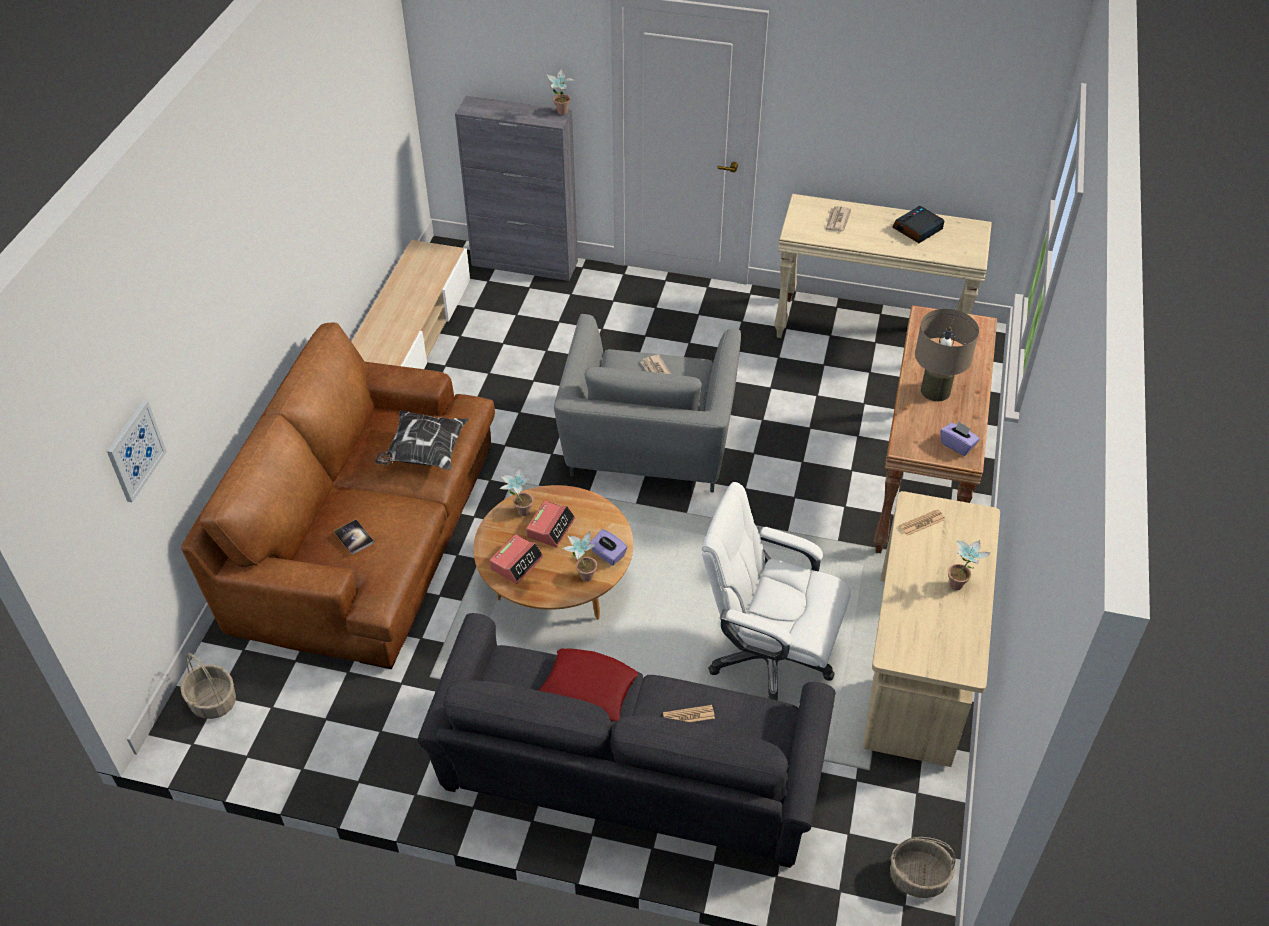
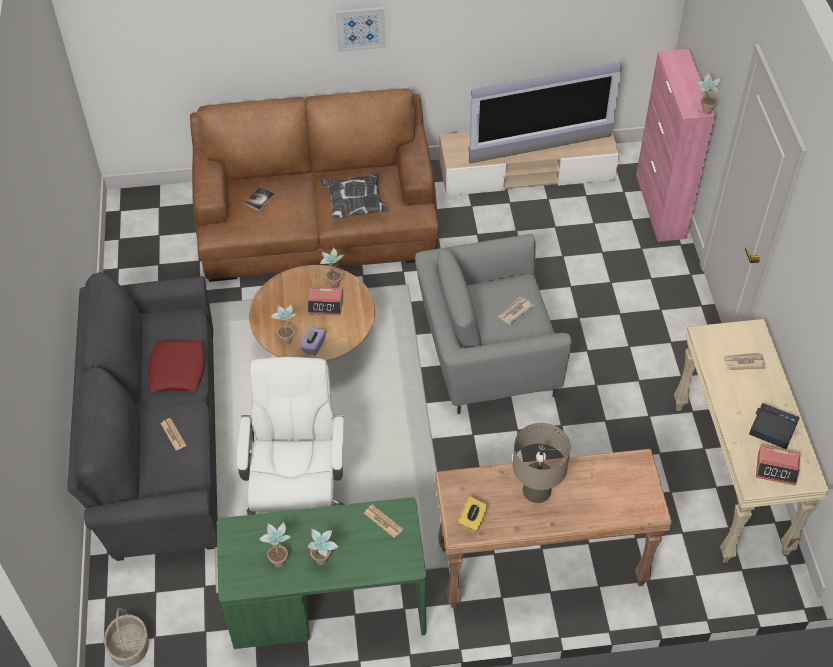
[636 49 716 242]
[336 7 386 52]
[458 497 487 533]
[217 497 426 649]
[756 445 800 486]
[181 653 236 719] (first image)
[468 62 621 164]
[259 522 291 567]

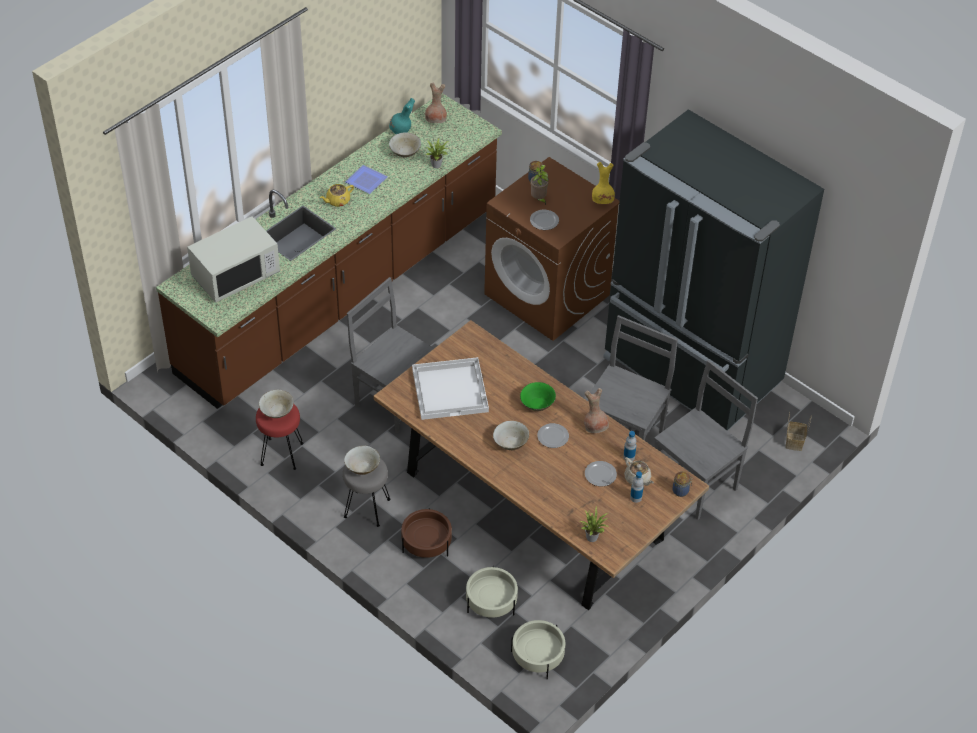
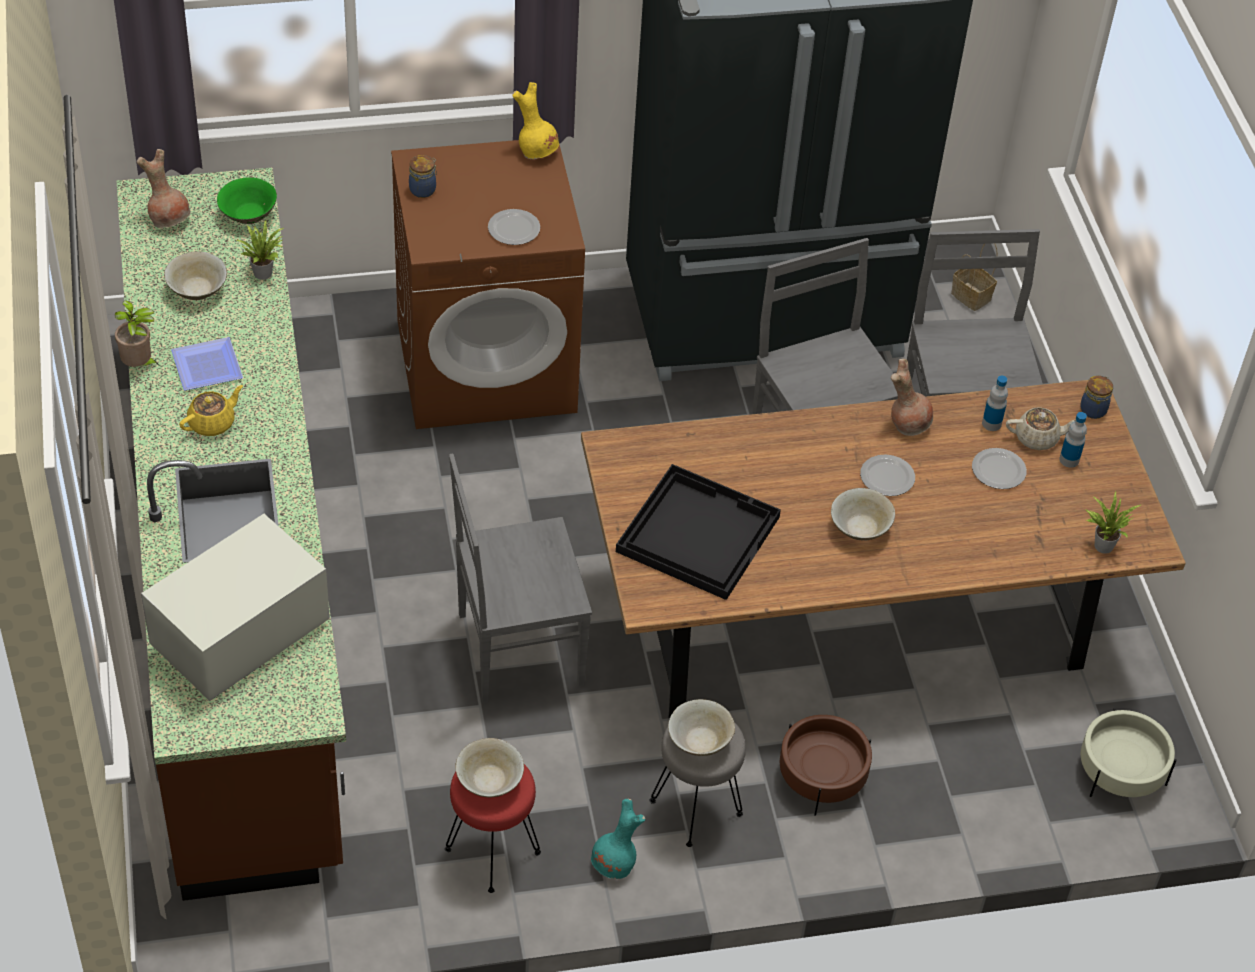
[591 799 645 879]
[115 300 159 367]
[179 385 243 436]
[141 514 330 701]
[616 464 781 600]
[217 177 277 224]
[466 566 518 618] (first image)

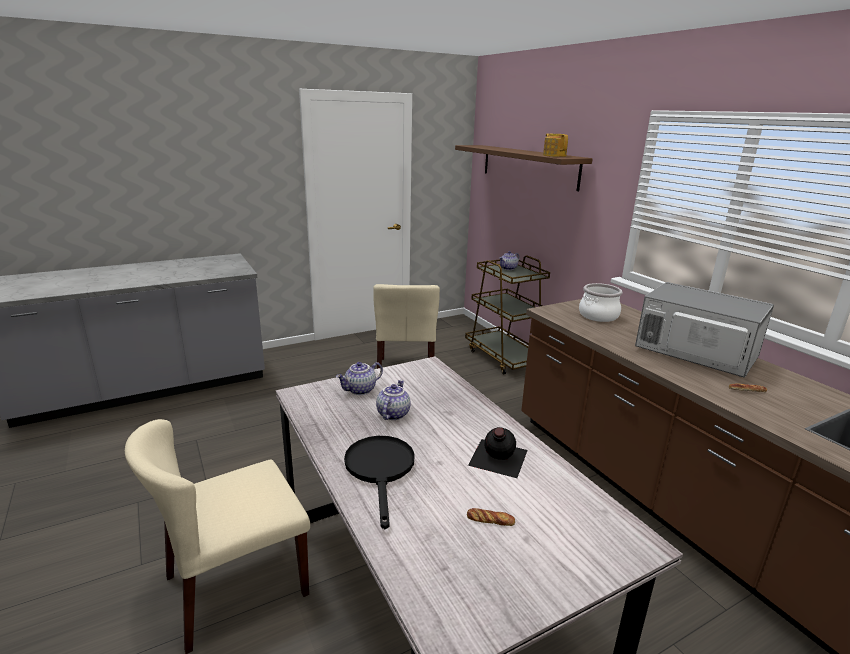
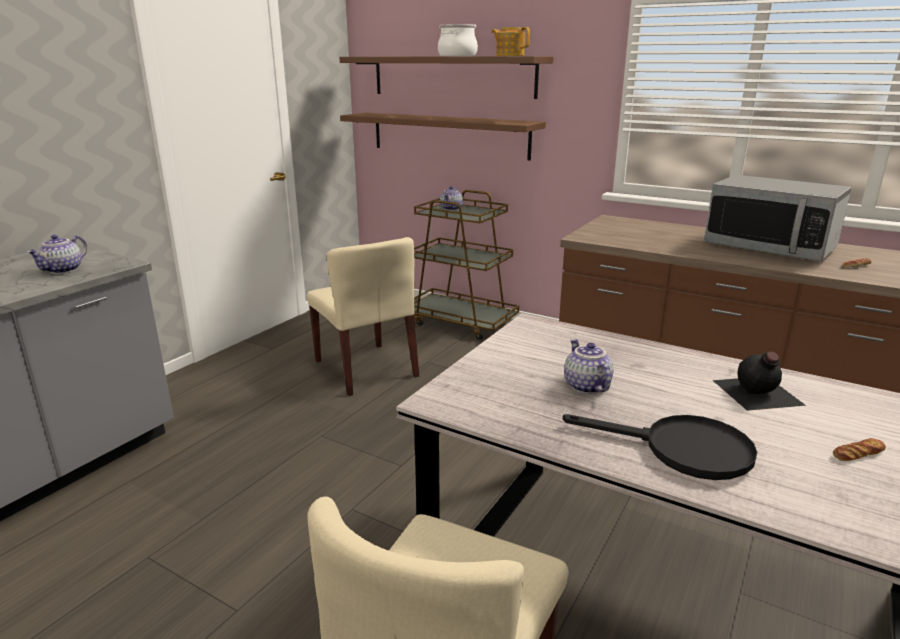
[704 175 852 262]
[438 24 478 56]
[27 235 87 274]
[563 414 758 480]
[340 113 546 161]

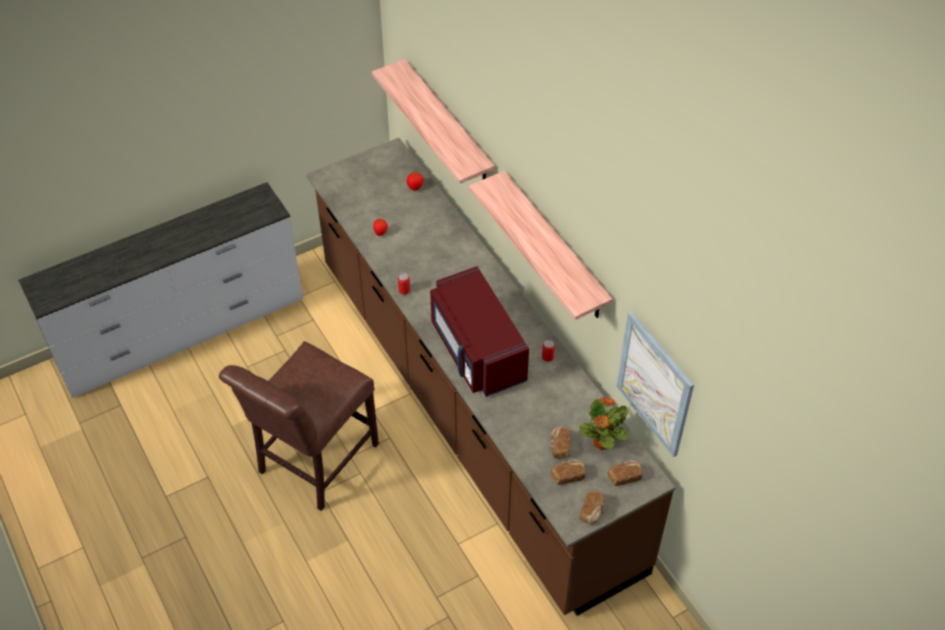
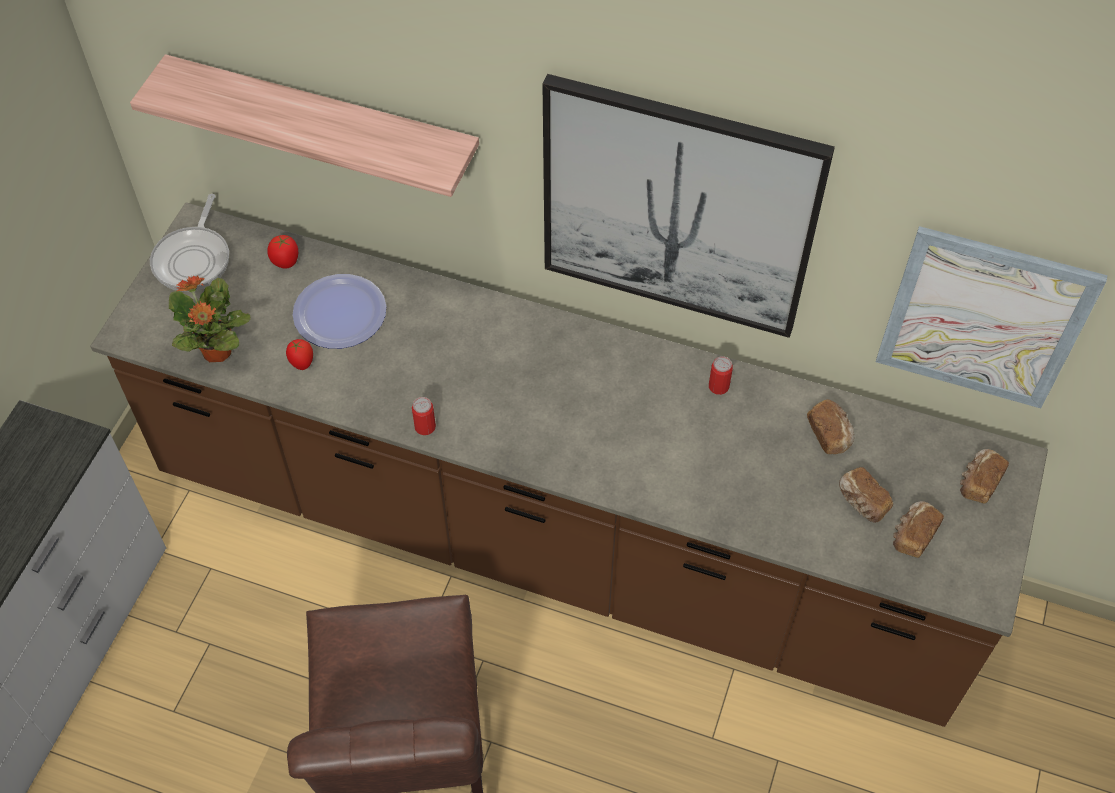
[542 74 835 338]
[430 266 529 397] (first image)
[169 276 251 362]
[807 399 854 454]
[150 194 229 292]
[293 274 386 349]

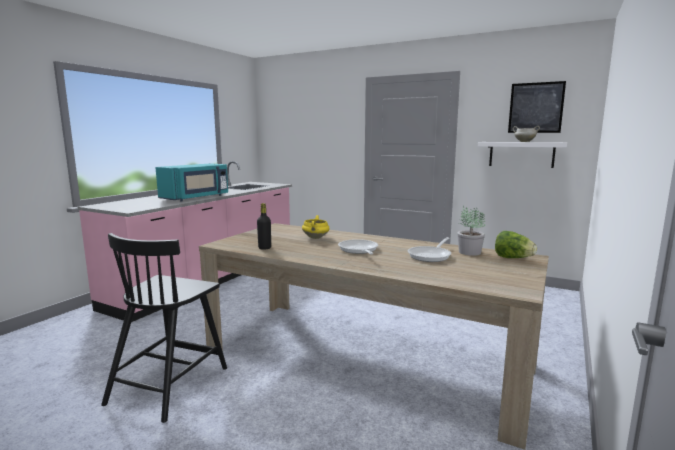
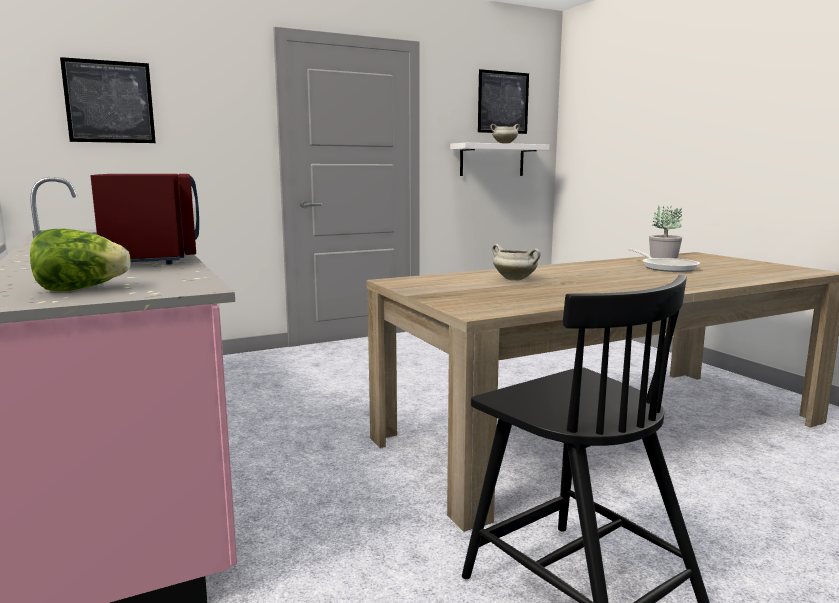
[91 174 199 264]
[257 203 271 250] (first image)
[492 244 541 280]
[30 229 131 291]
[338 239 378 254] (first image)
[60 57 156 143]

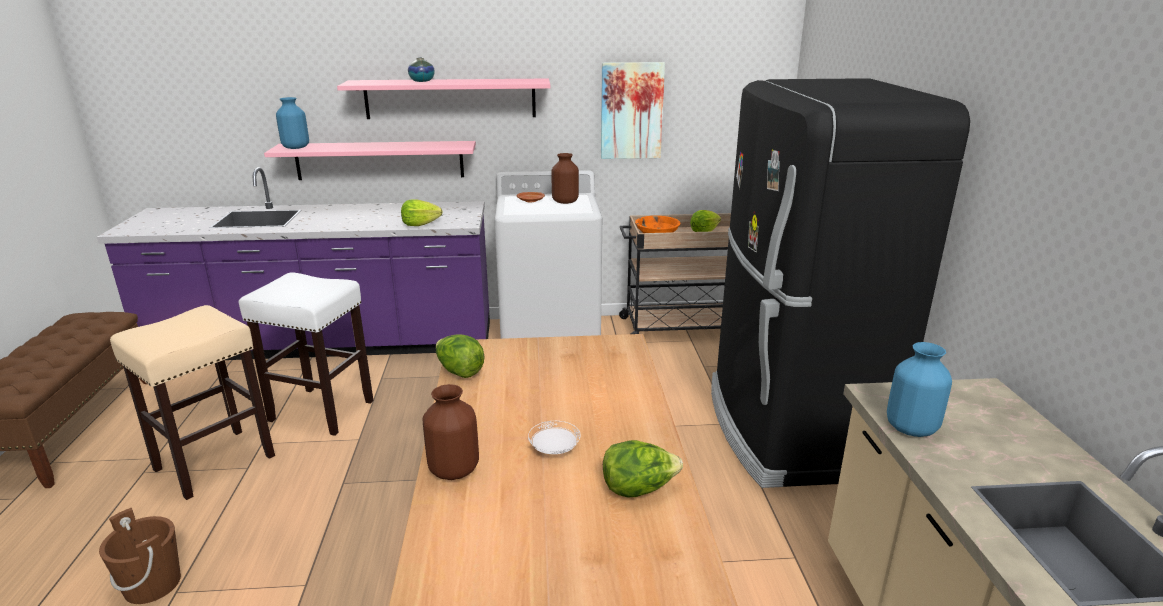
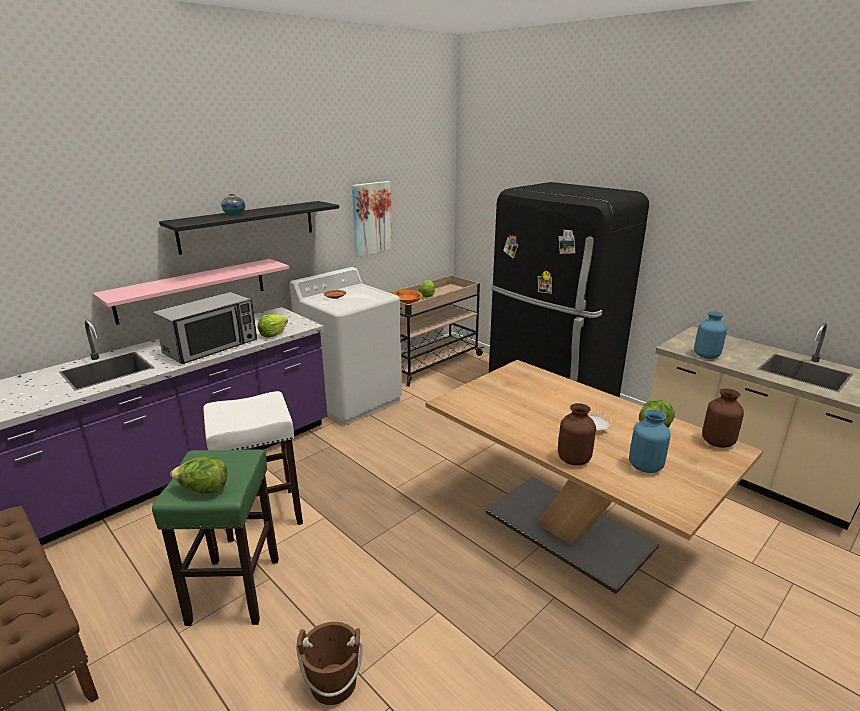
[159 201 339 255]
[629 409 670 473]
[702 388 744 448]
[152 449 279 626]
[170 456 227 493]
[154 292 257 364]

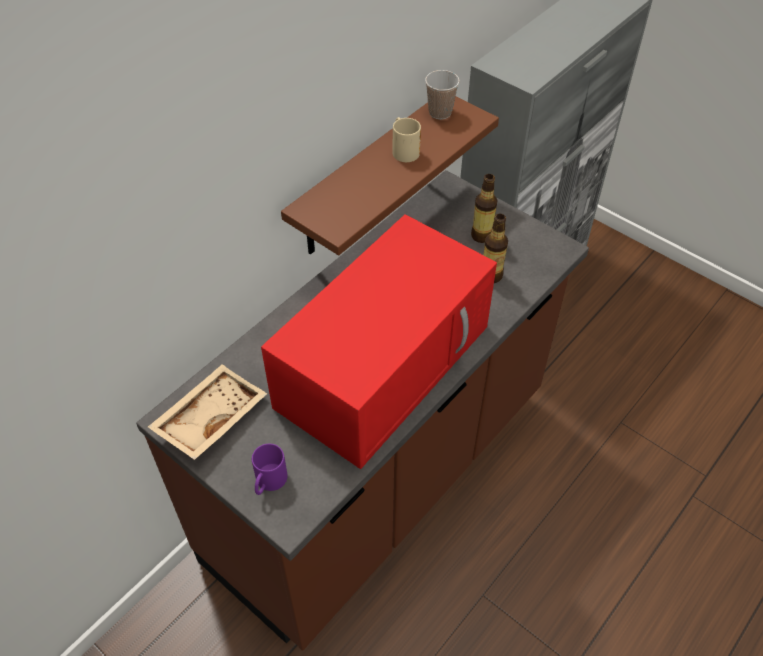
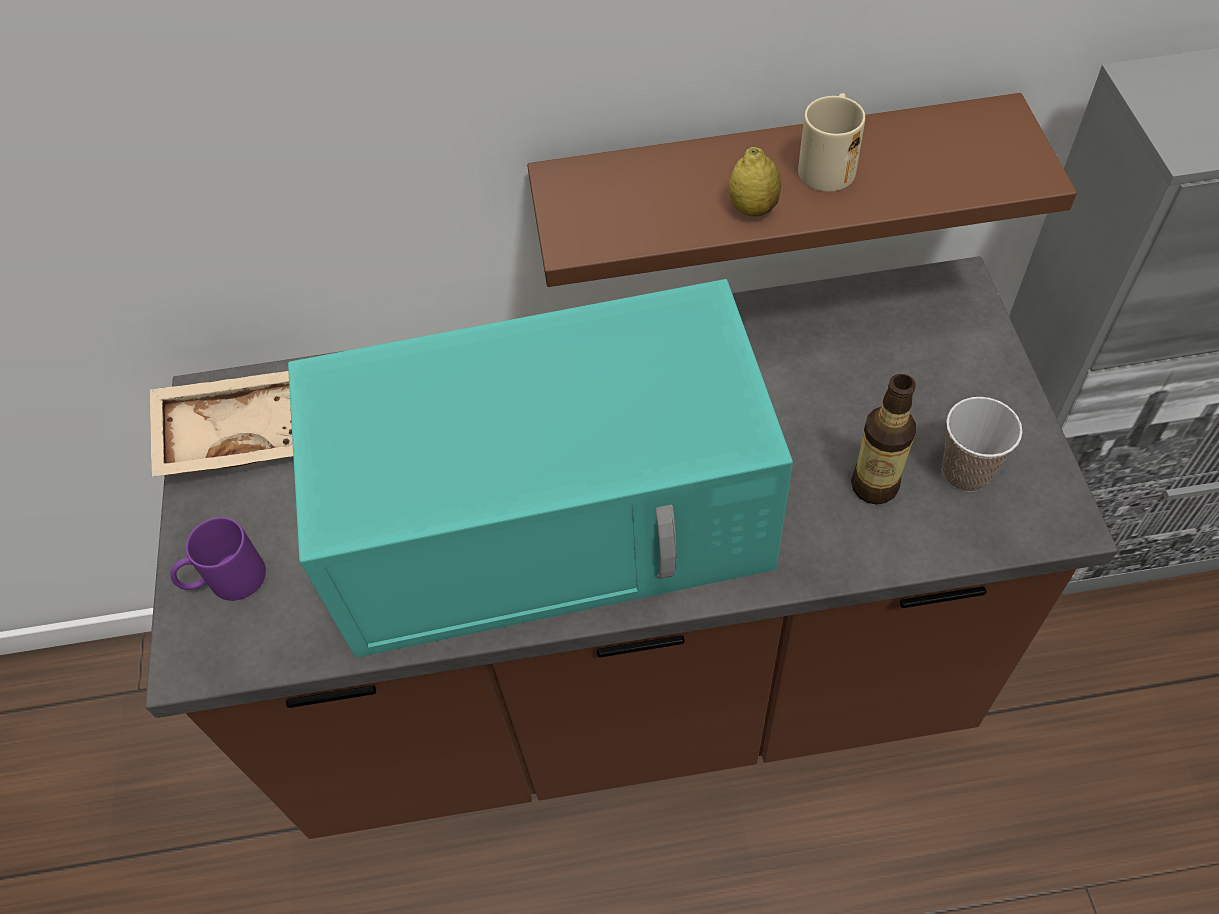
[942 397 1023 492]
[471 174 497 243] (first image)
[288 279 793 658]
[729 147 781 216]

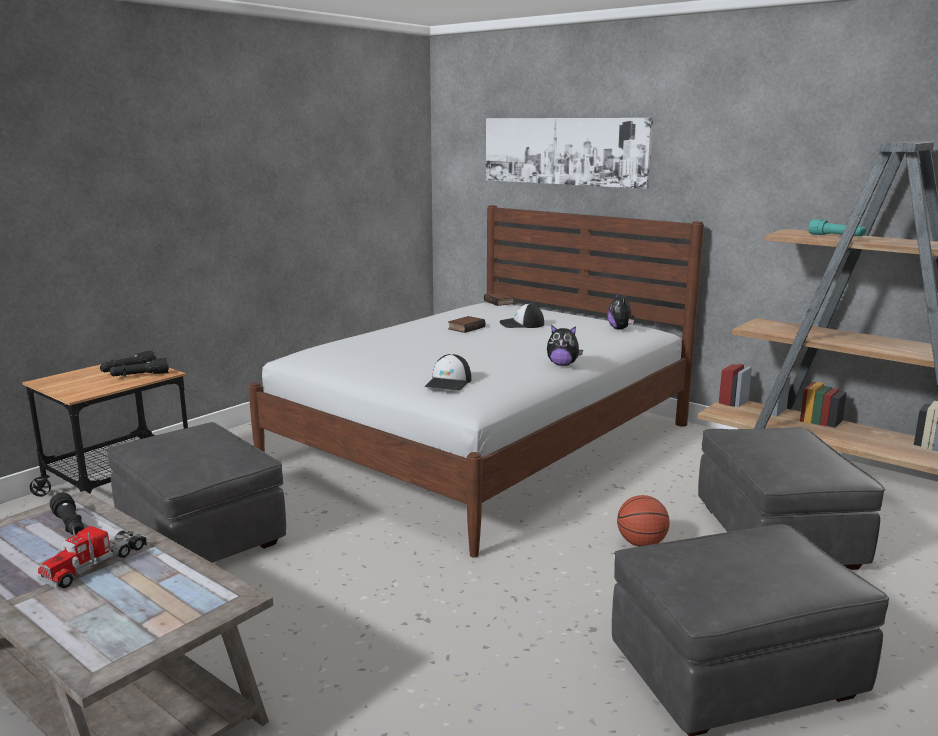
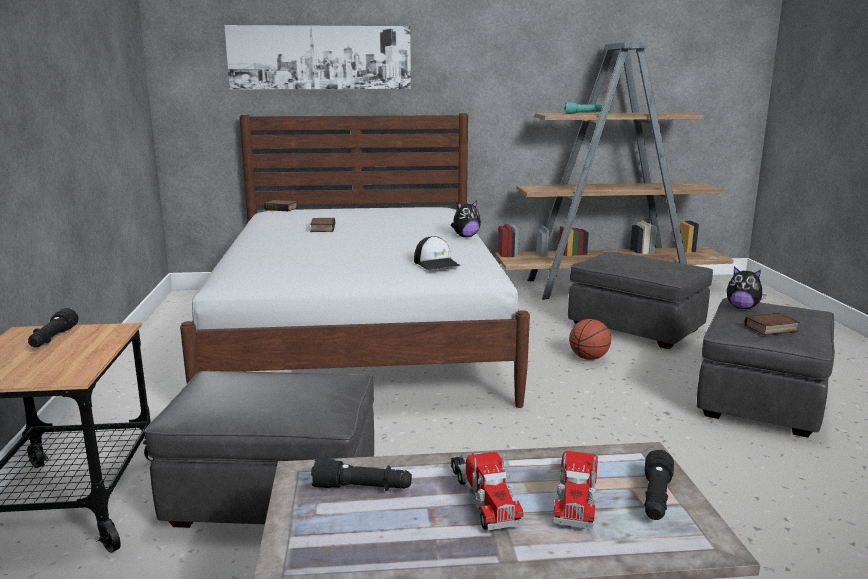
[727 266 767 309]
[500 304 544 328] (first image)
[644 450 674 520]
[745 313 800 335]
[553 451 598 529]

